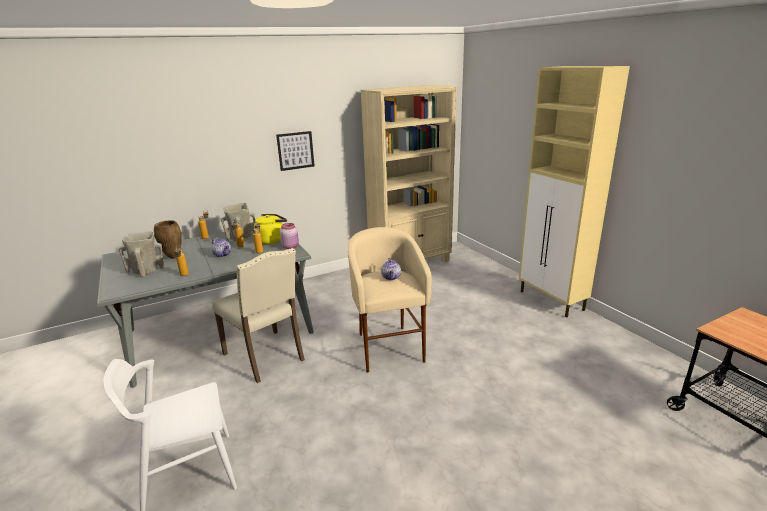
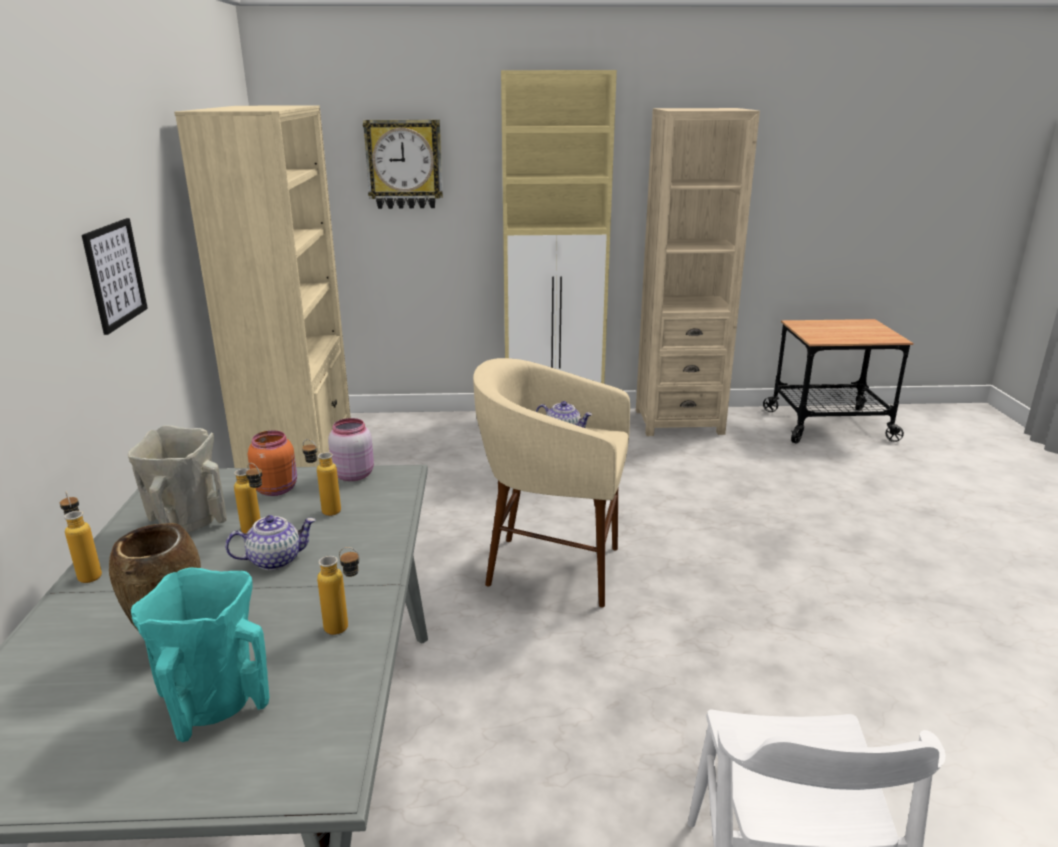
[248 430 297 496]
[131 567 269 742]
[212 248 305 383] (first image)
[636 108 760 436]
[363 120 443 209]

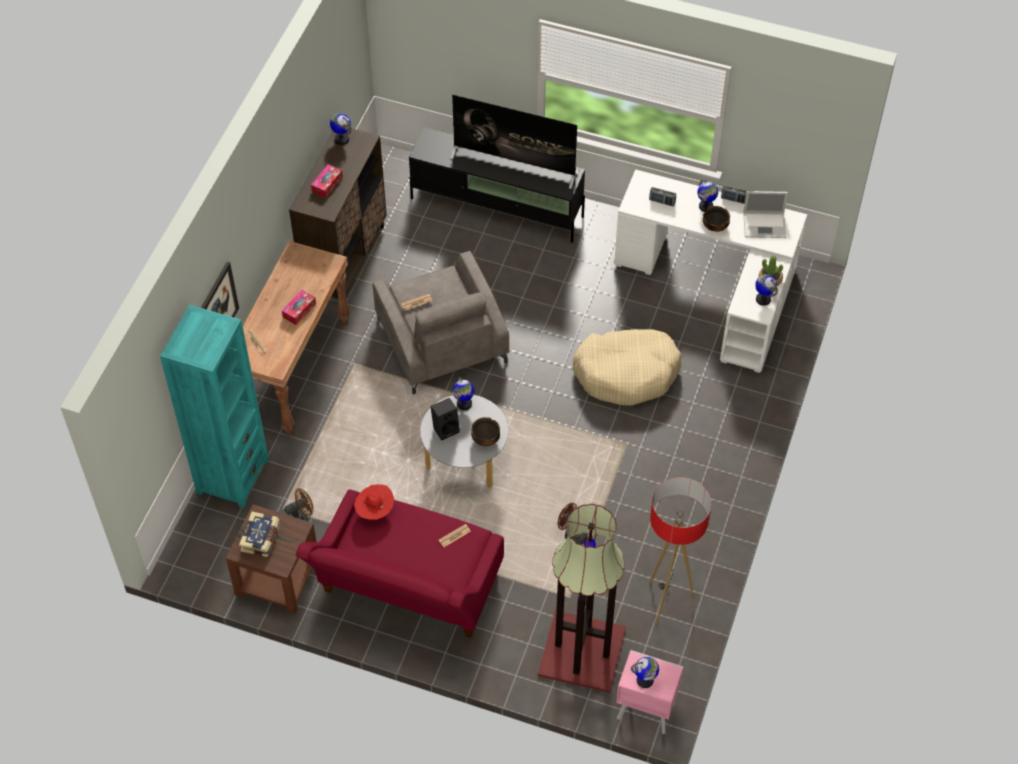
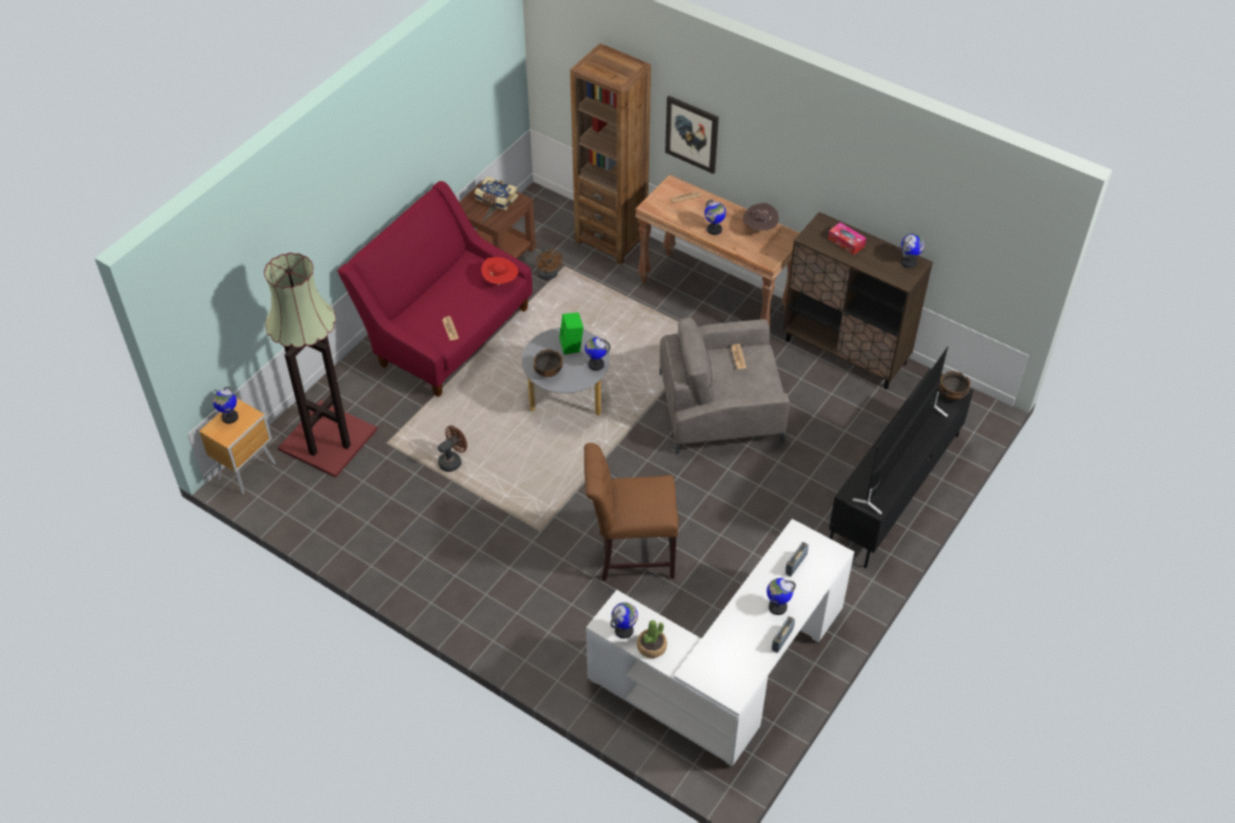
[743 191 788 238] (first image)
[939 371 971 400]
[705 200 726 235]
[570 43 651 264]
[584 443 678 581]
[559 313 583 355]
[650 477 712 625] (first image)
[199 398 276 494]
[743 203 779 231]

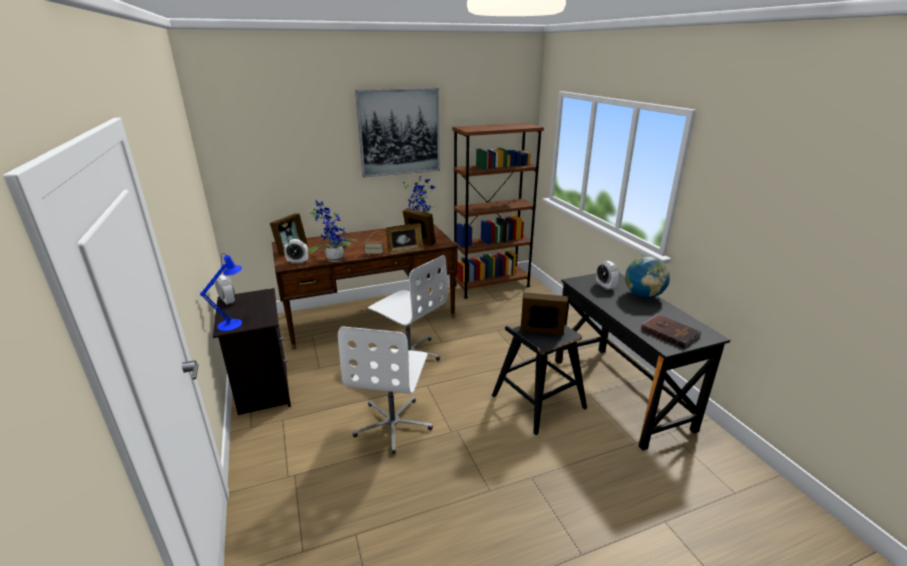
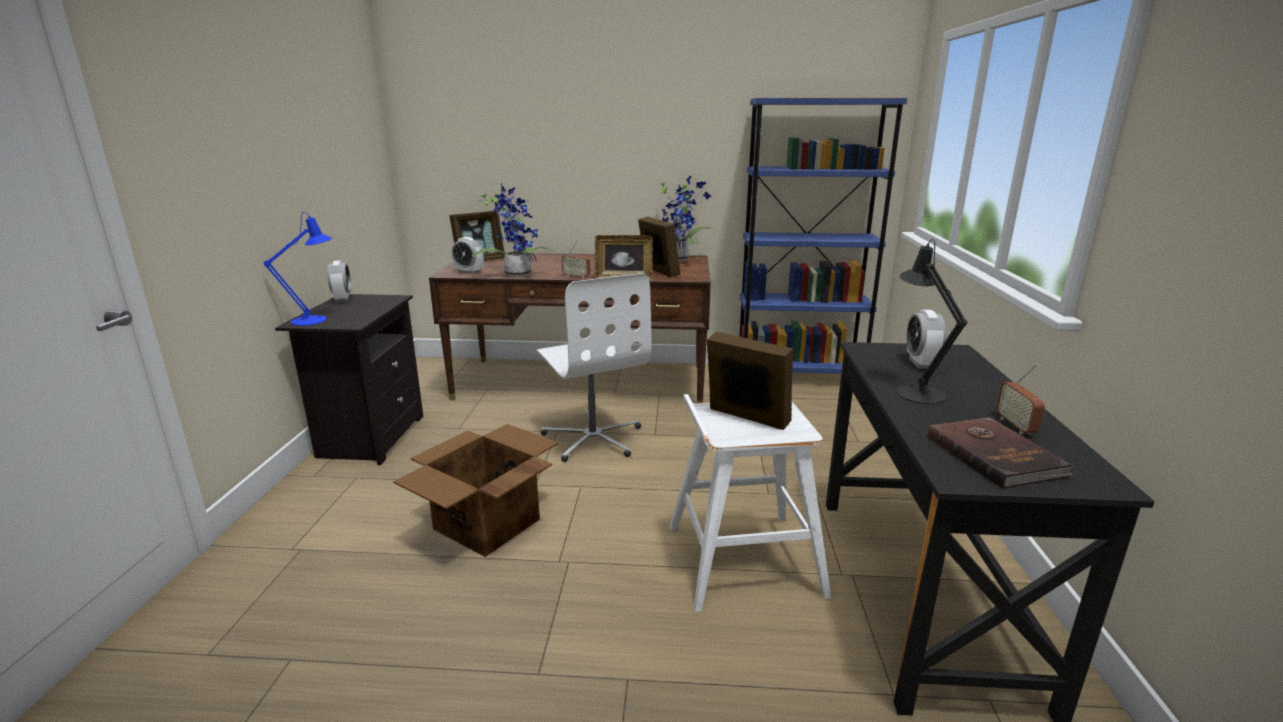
[355 88 440 178] (first image)
[739 98 907 374]
[625 256 670 298] (first image)
[670 394 831 612]
[393 424 558 557]
[896 239 968 404]
[996 363 1045 435]

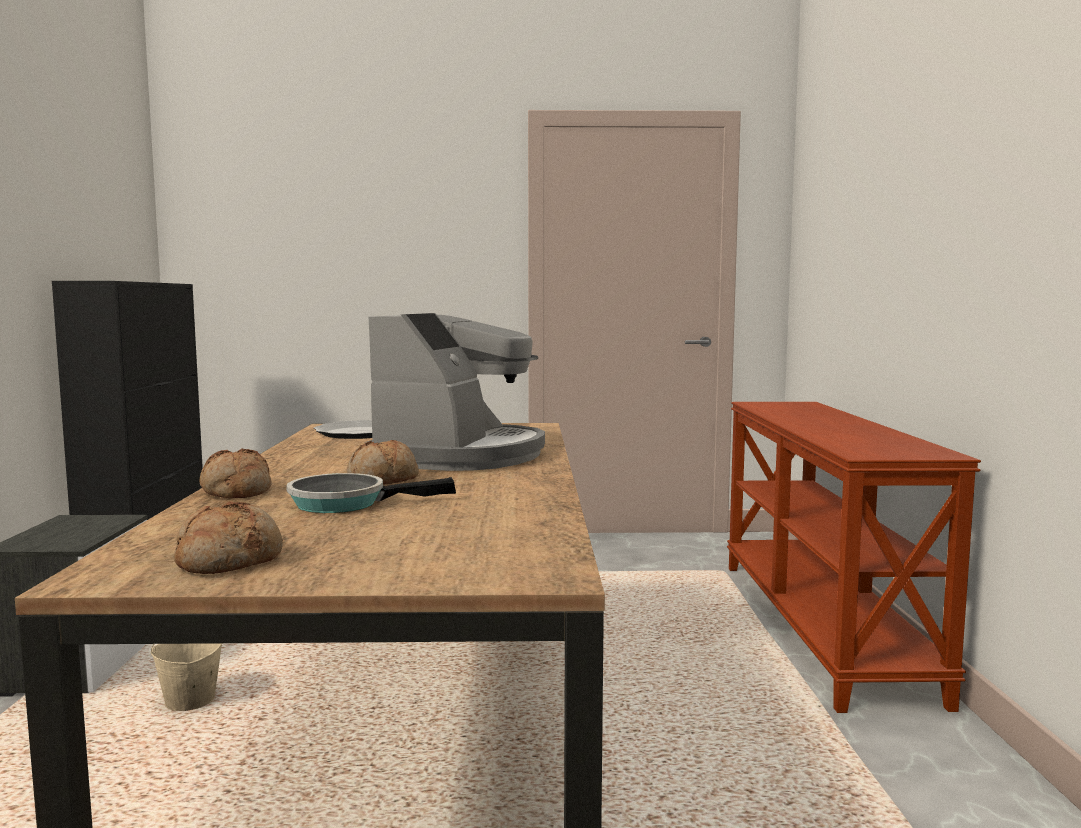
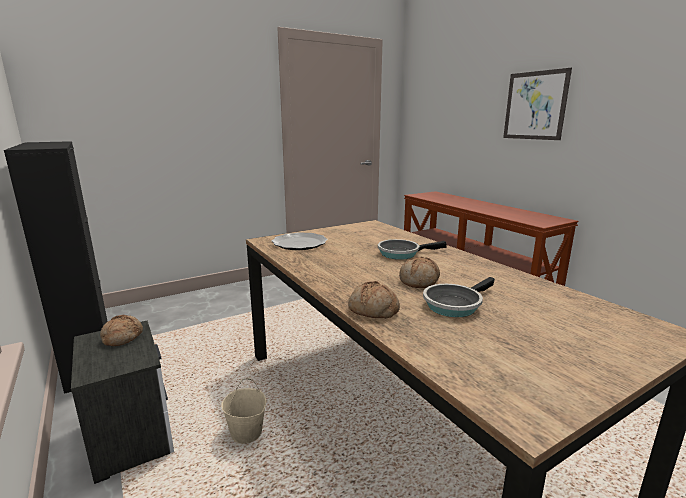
[378 239 447 260]
[100 315 143 346]
[503 68 572 140]

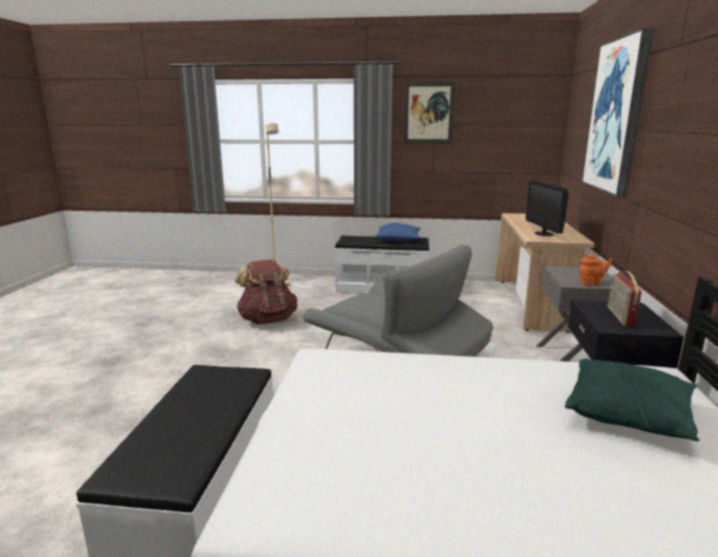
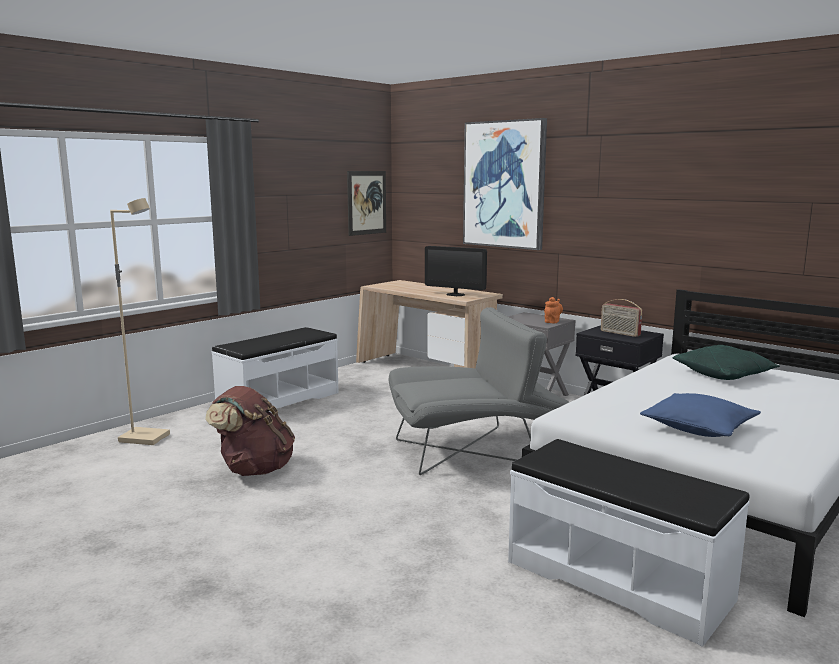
[347 171 386 236]
[640 393 761 437]

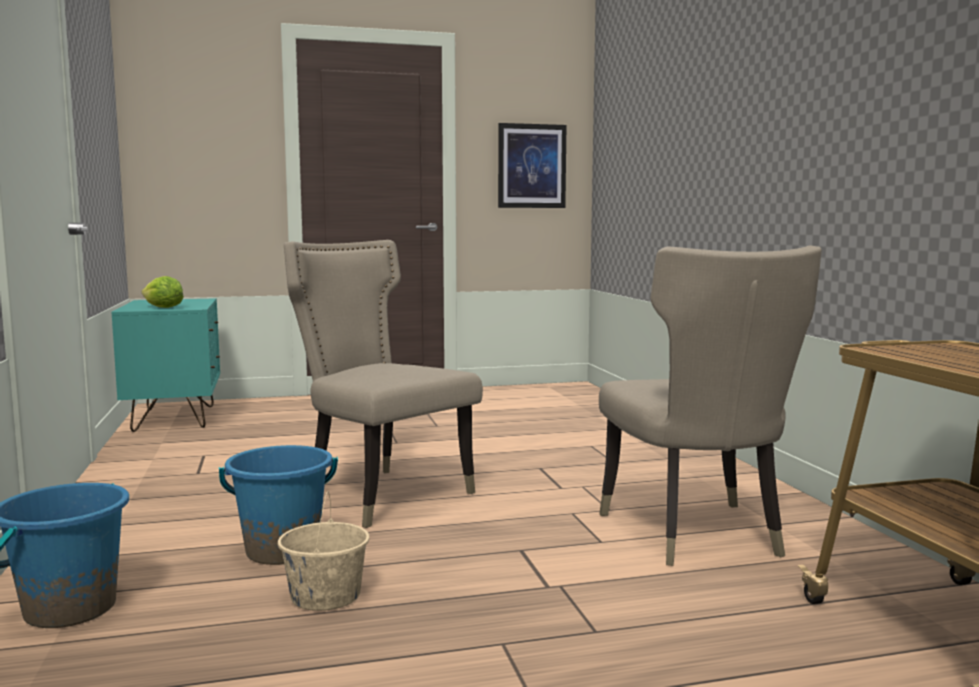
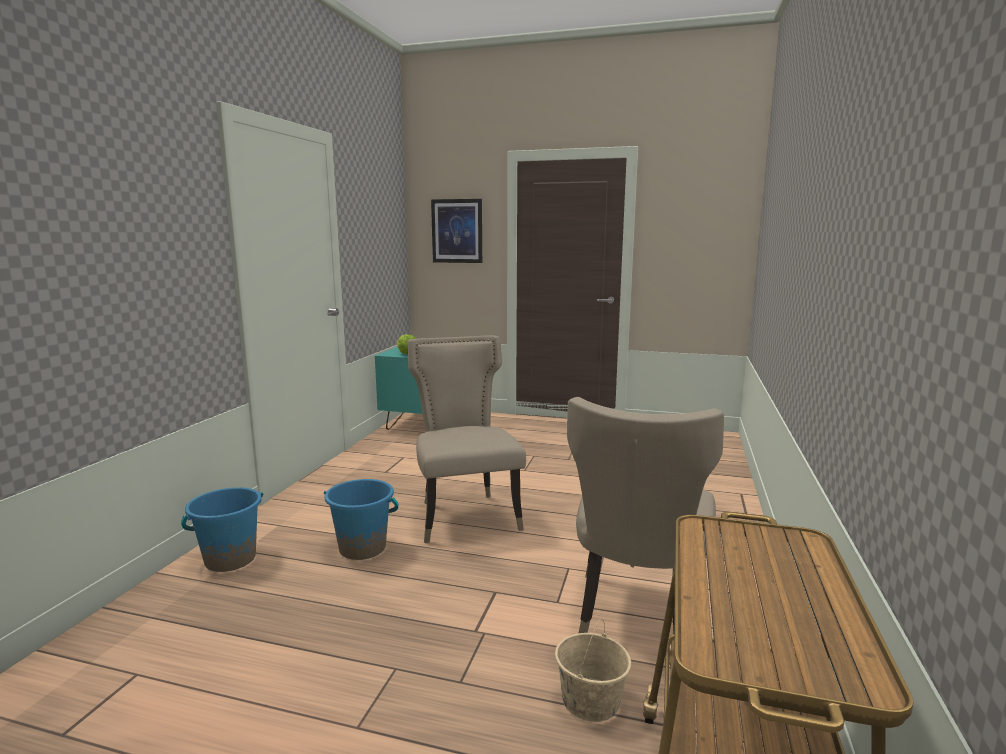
[431 199 482 263]
[555 619 631 722]

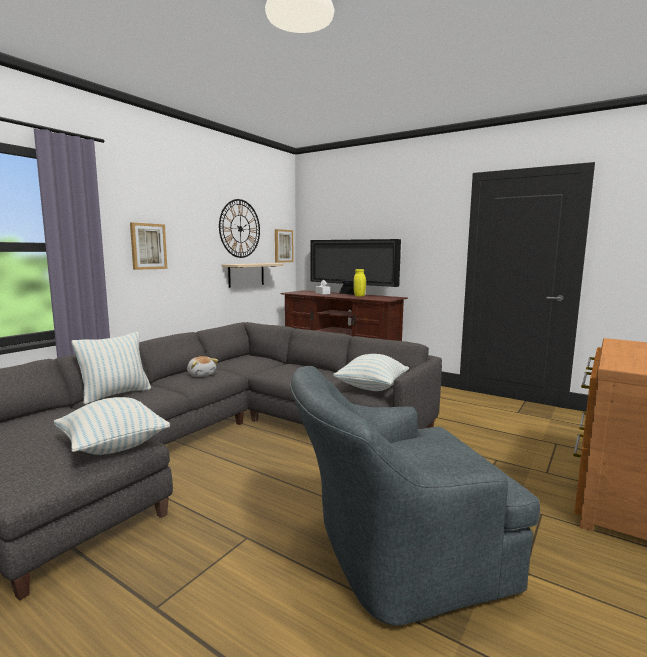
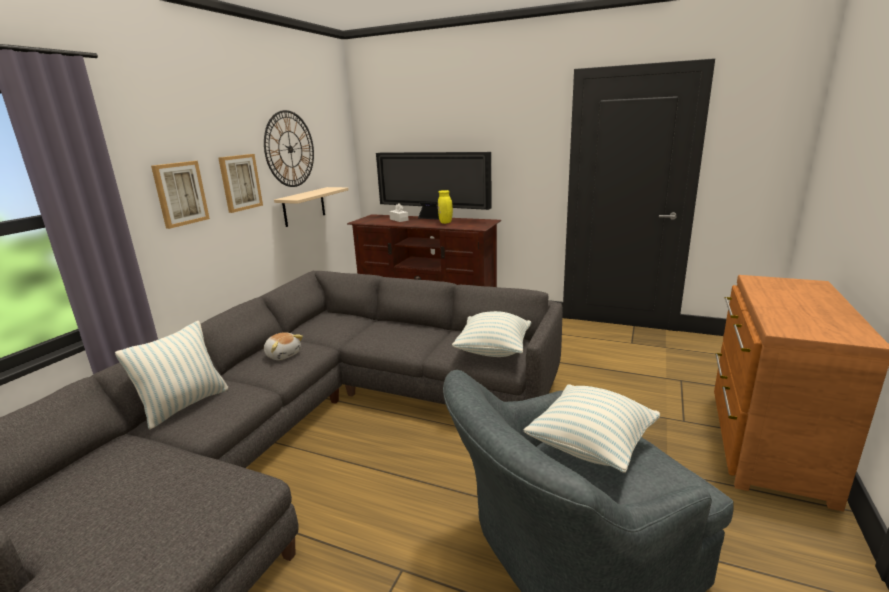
[218 154 263 213]
[523 384 660 473]

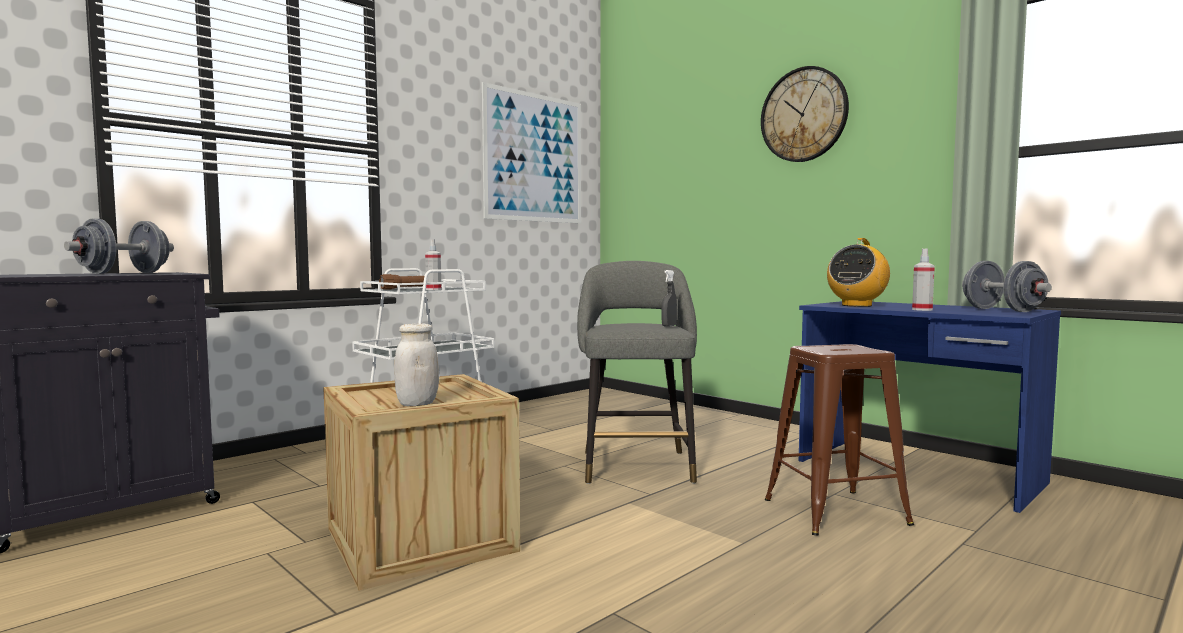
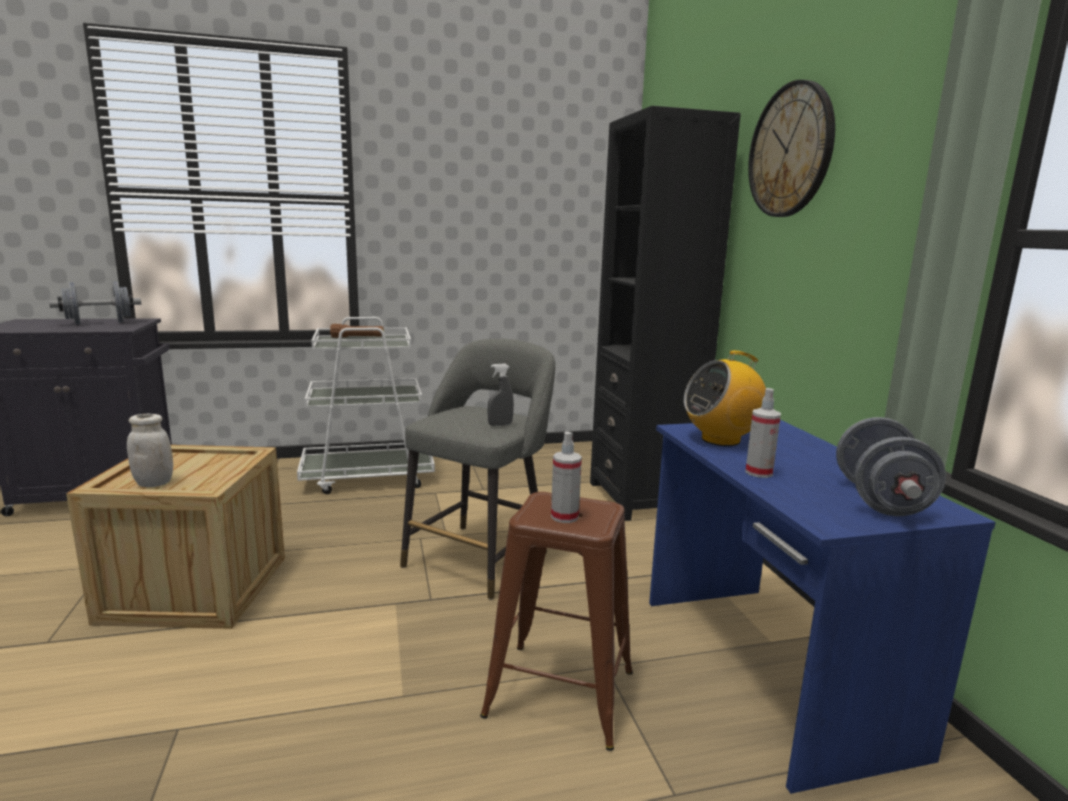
[482 82 581 223] (first image)
[551 432 582 523]
[590 106 741 521]

